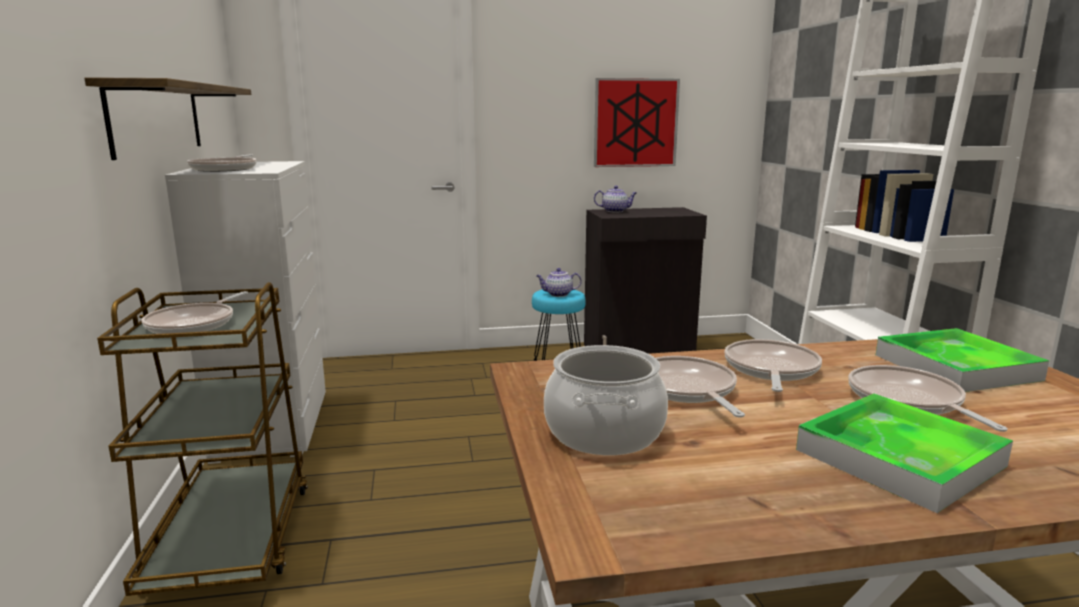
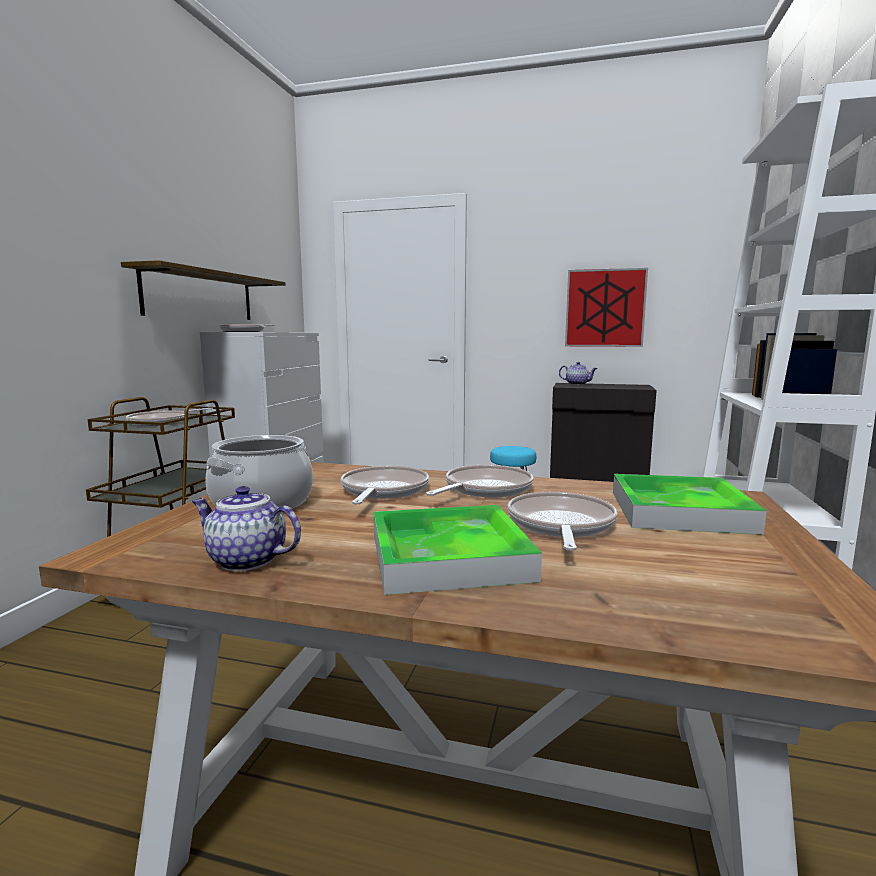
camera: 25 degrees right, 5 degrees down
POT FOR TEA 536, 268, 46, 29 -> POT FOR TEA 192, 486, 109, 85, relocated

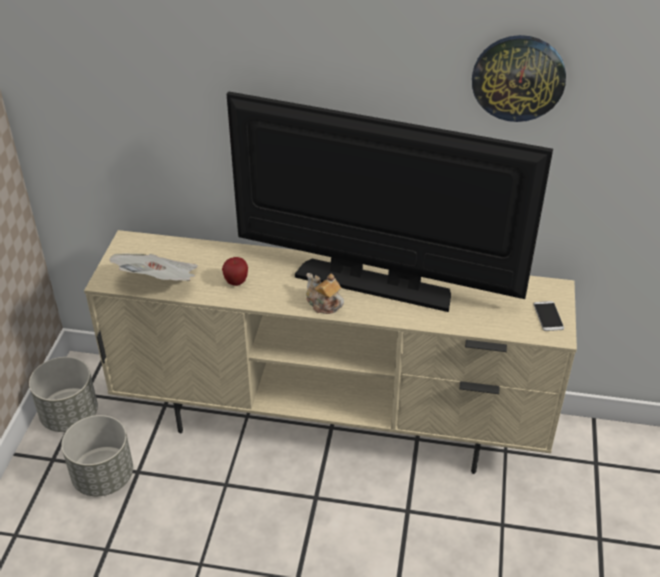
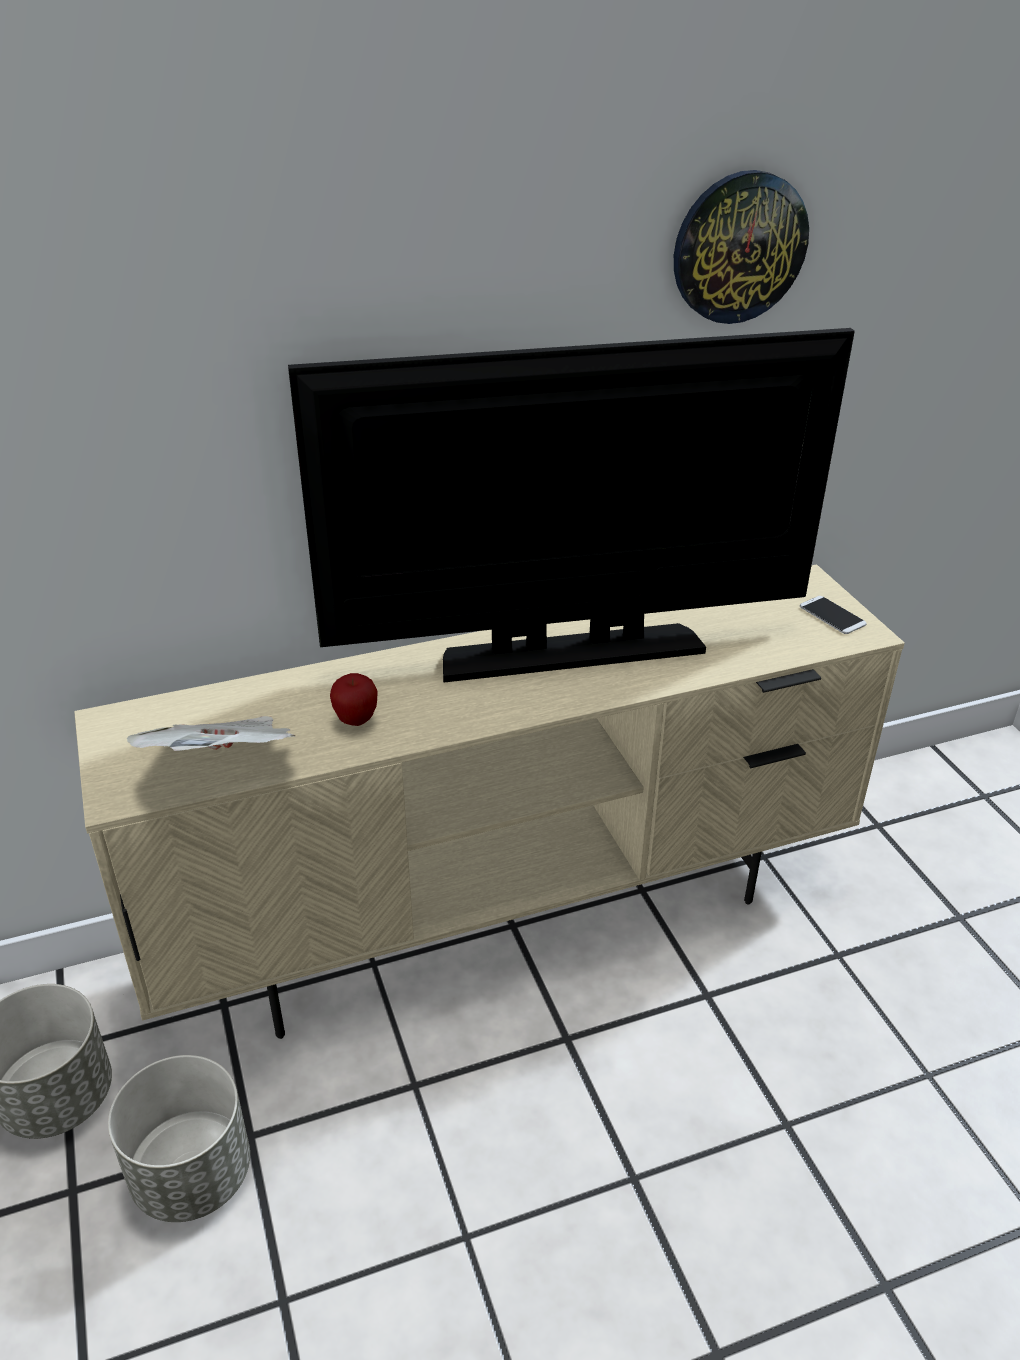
camera: 30 degrees left, 5 degrees down
POT FOR TEA 306, 273, 38, 41 -> none

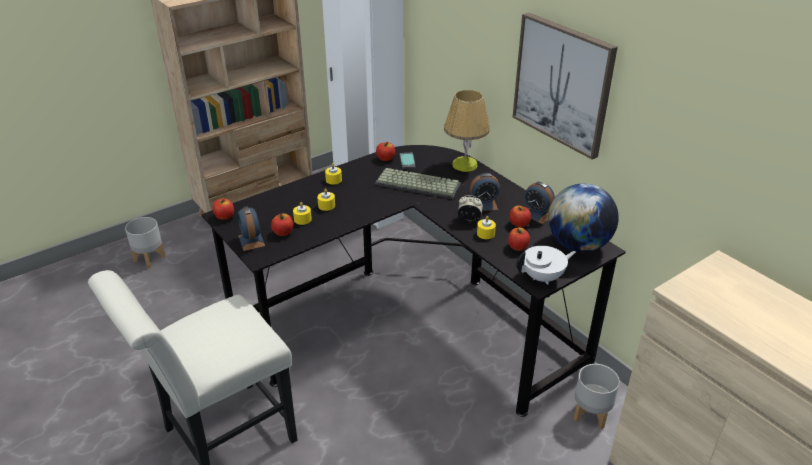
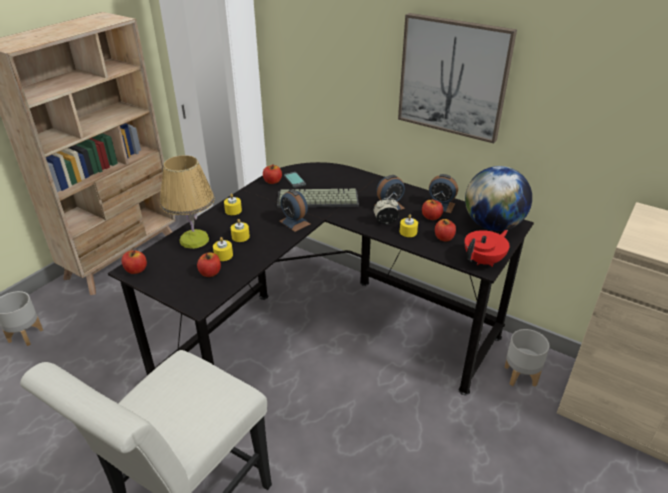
camera: 20 degrees left, 0 degrees up
TABLE CLOCK 238, 206, 27, 45 -> TABLE CLOCK 280, 189, 30, 43, relocated
TABLE LAMP 444, 90, 46, 82 -> TABLE LAMP 160, 155, 55, 94, relocated
WHITISH POT FOR TEA 516, 246, 60, 39 -> RED POT FOR TEA 465, 230, 45, 37

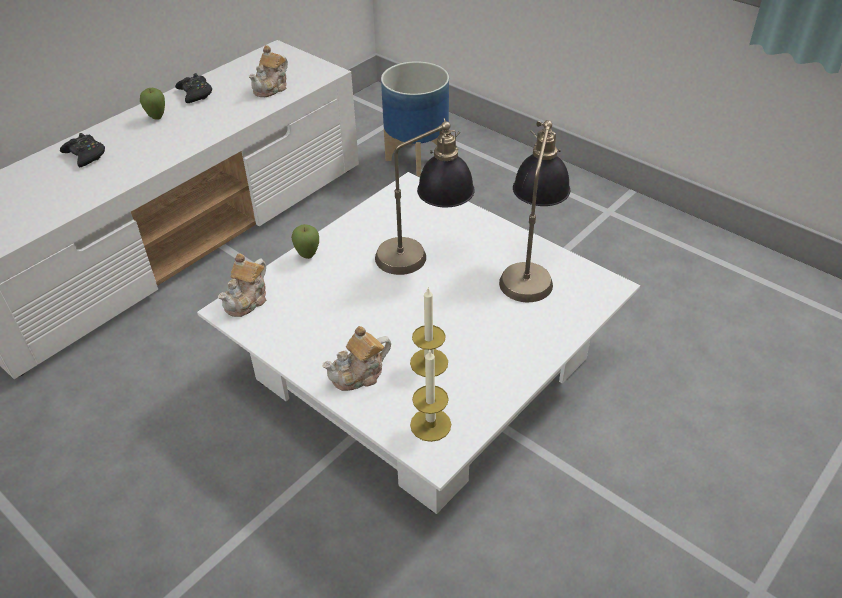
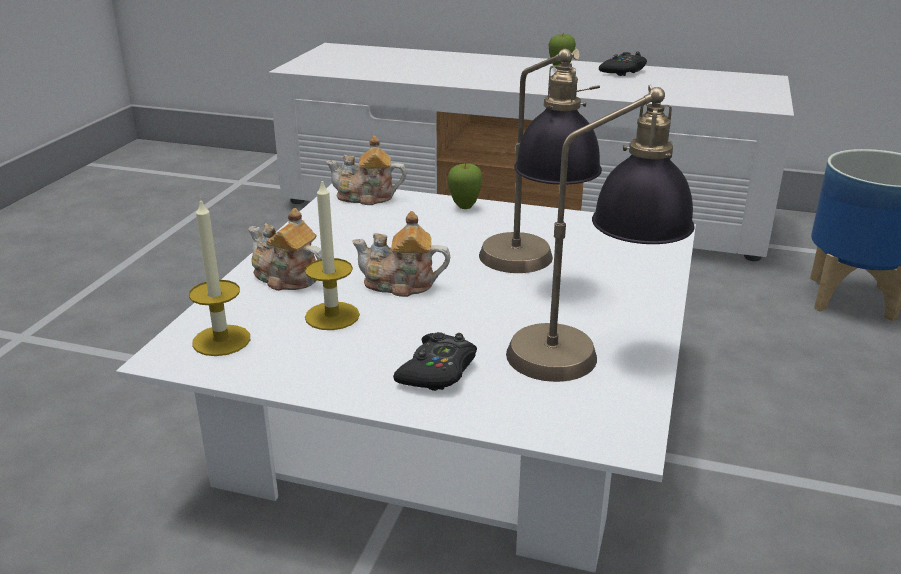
camera: 65 degrees right, 15 degrees down
BLACKISH GAMEPAD 60, 133, 45, 34 -> BLACKISH GAMEPAD 393, 332, 84, 59, relocated
POT FOR TEA 248, 45, 40, 52 -> POT FOR TEA 352, 211, 98, 86, relocated

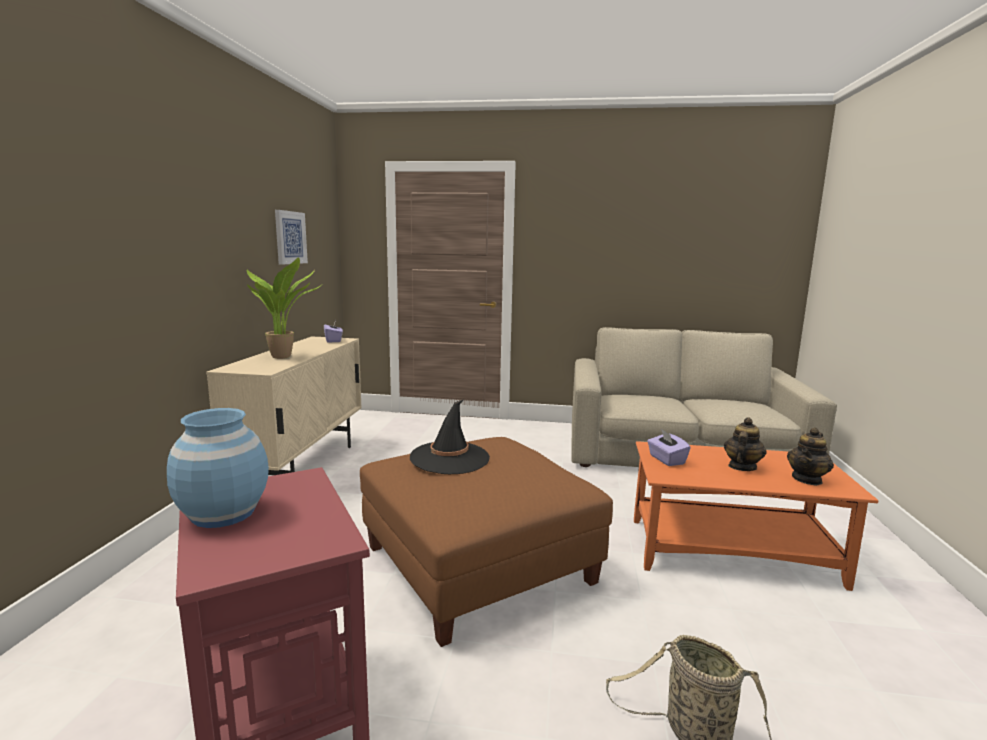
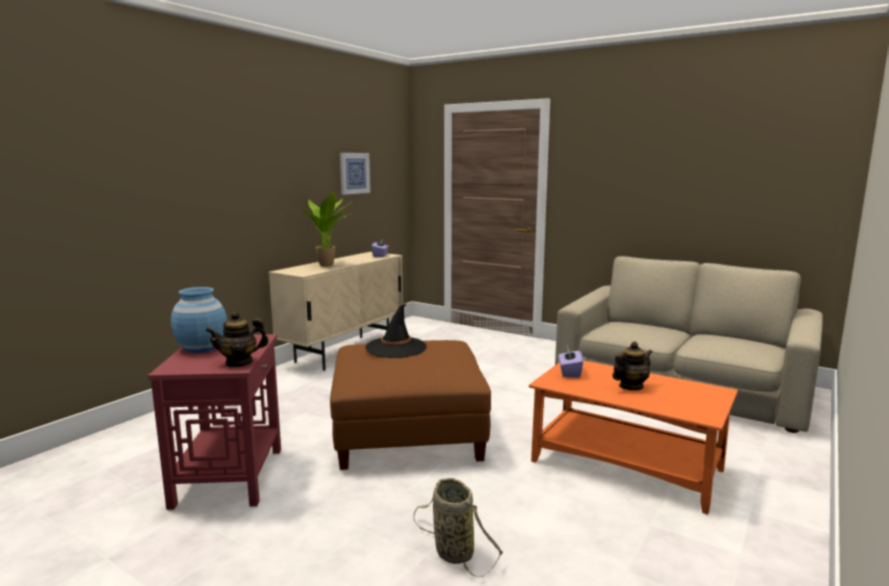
camera: 25 degrees right, 0 degrees up
POT FOR TEA 787, 427, 47, 59 -> POT FOR TEA 206, 311, 63, 56, relocated

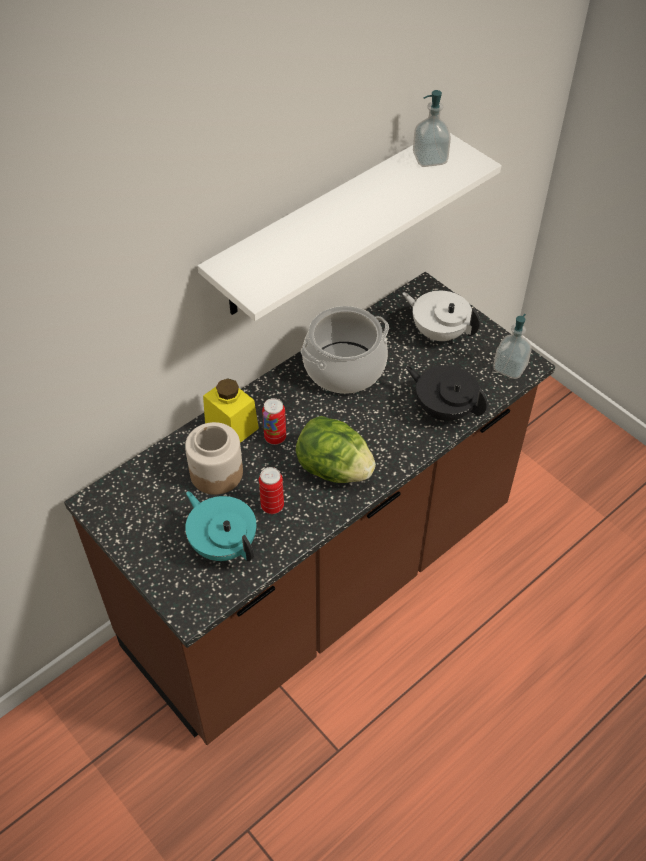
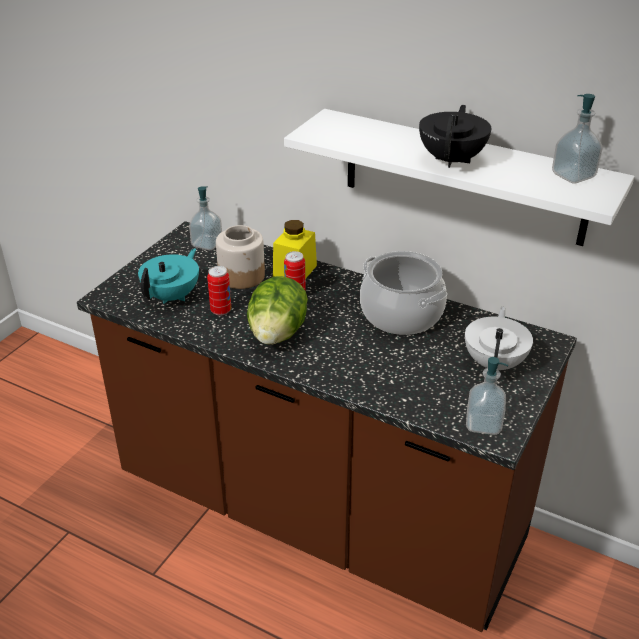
camera: 70 degrees right, 15 degrees down
BLACKISH POT FOR TEA 406, 365, 82, 56 -> BLACKISH POT FOR TEA 419, 105, 72, 63, relocated
none -> LIQUID SOAP BOTTLE 189, 186, 33, 64

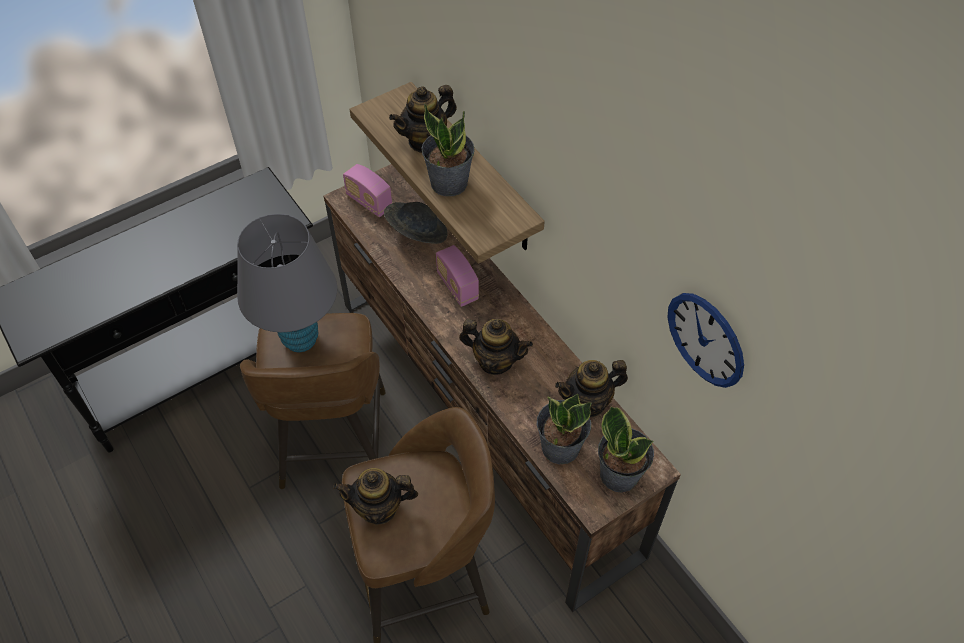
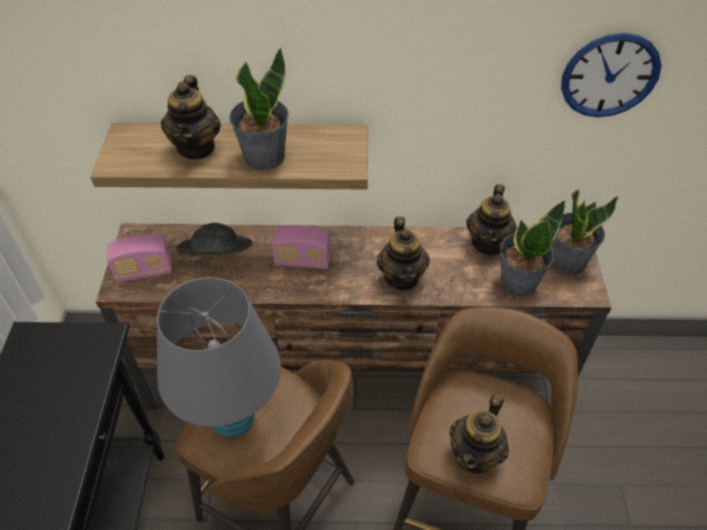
camera: 55 degrees left, 5 degrees down
POT FOR TEA 459, 319, 74, 56 -> POT FOR TEA 377, 217, 53, 74, 120 degrees clockwise

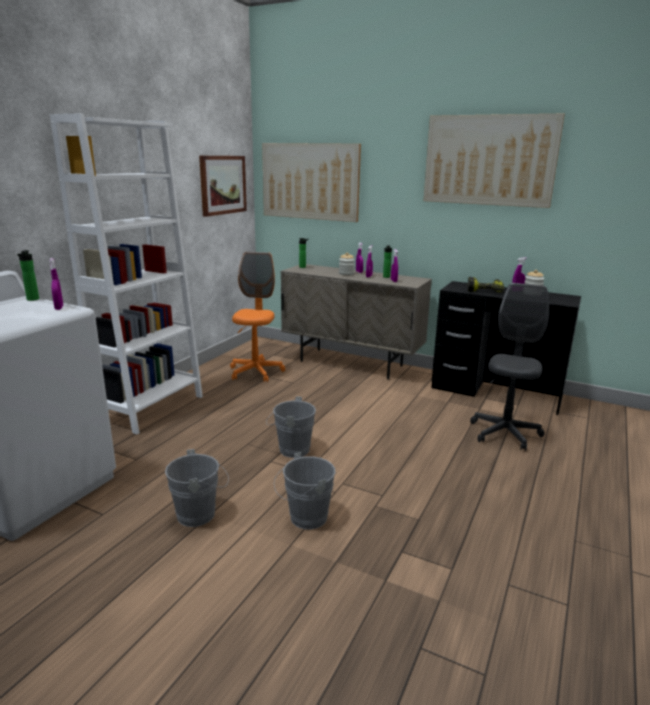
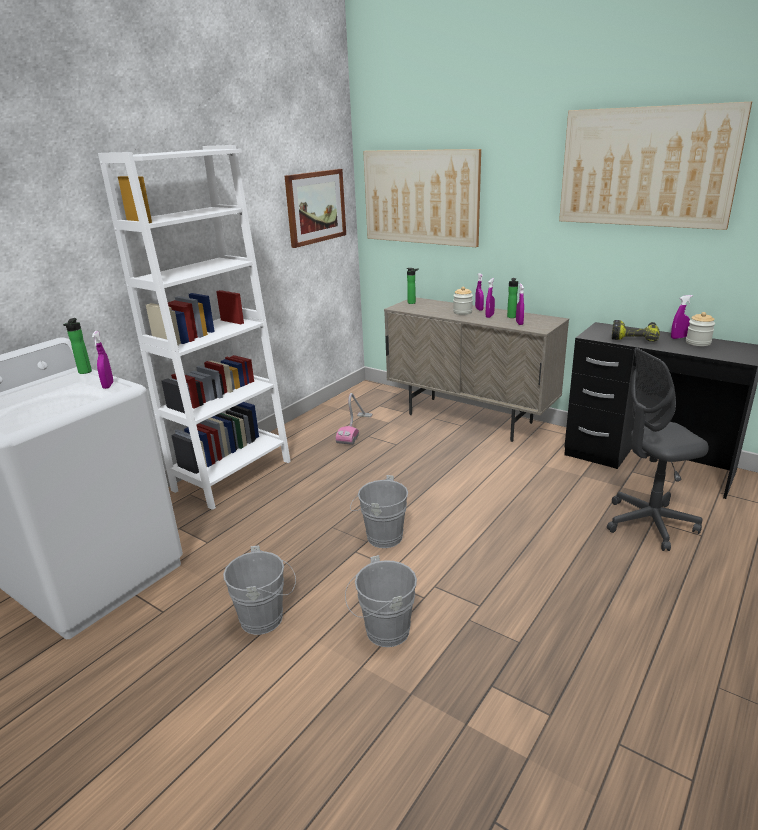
camera: 10 degrees right, 5 degrees up
ORANGE DESK CHAIR 230, 252, 55, 130 -> VACUUM CLEANER 336, 393, 37, 52
GREY DESK CHAIR 470, 283, 79, 168 -> GREY DESK CHAIR 607, 348, 102, 203, 135 degrees counterclockwise

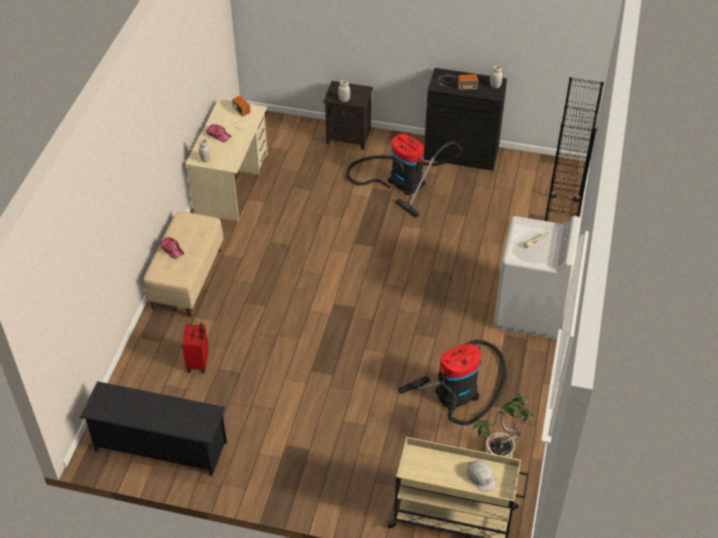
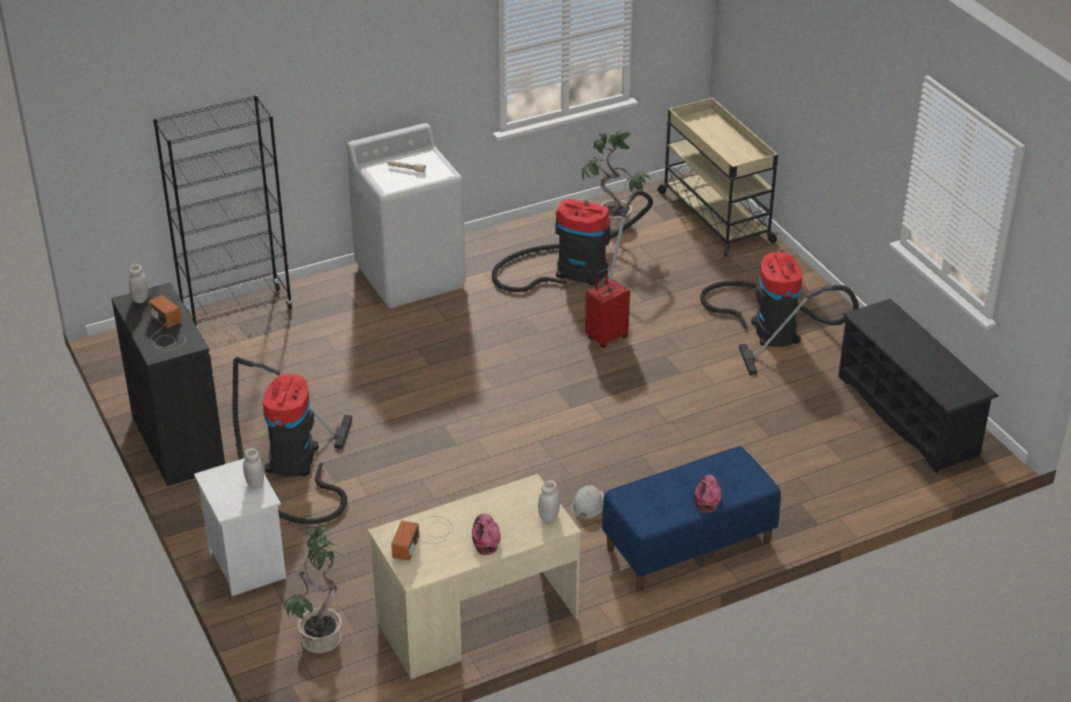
camera: 130 degrees left, 10 degrees down
BEIGE-COLOURED LONG SEAT 143, 211, 80, 106 -> BLUE LONG SEAT 602, 446, 179, 144
RED PIECE OF LUGGAGE 182, 323, 27, 50 -> RED PIECE OF LUGGAGE 585, 269, 45, 79, relocated
BLACKISH BEDSIDE TABLE 323, 81, 50, 69 -> WHITISH BEDSIDE TABLE 194, 458, 92, 138
WHITISH SAFETY HELMET 466, 461, 31, 31 -> WHITISH SAFETY HELMET 572, 485, 32, 35, relocated
none -> PLANT IN A POT 284, 526, 59, 127
none -> VACUUM CLEANER 700, 252, 159, 123

